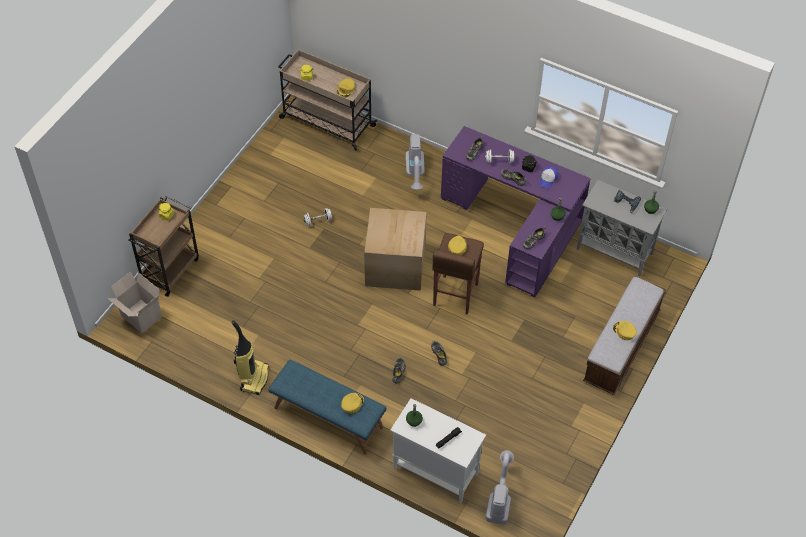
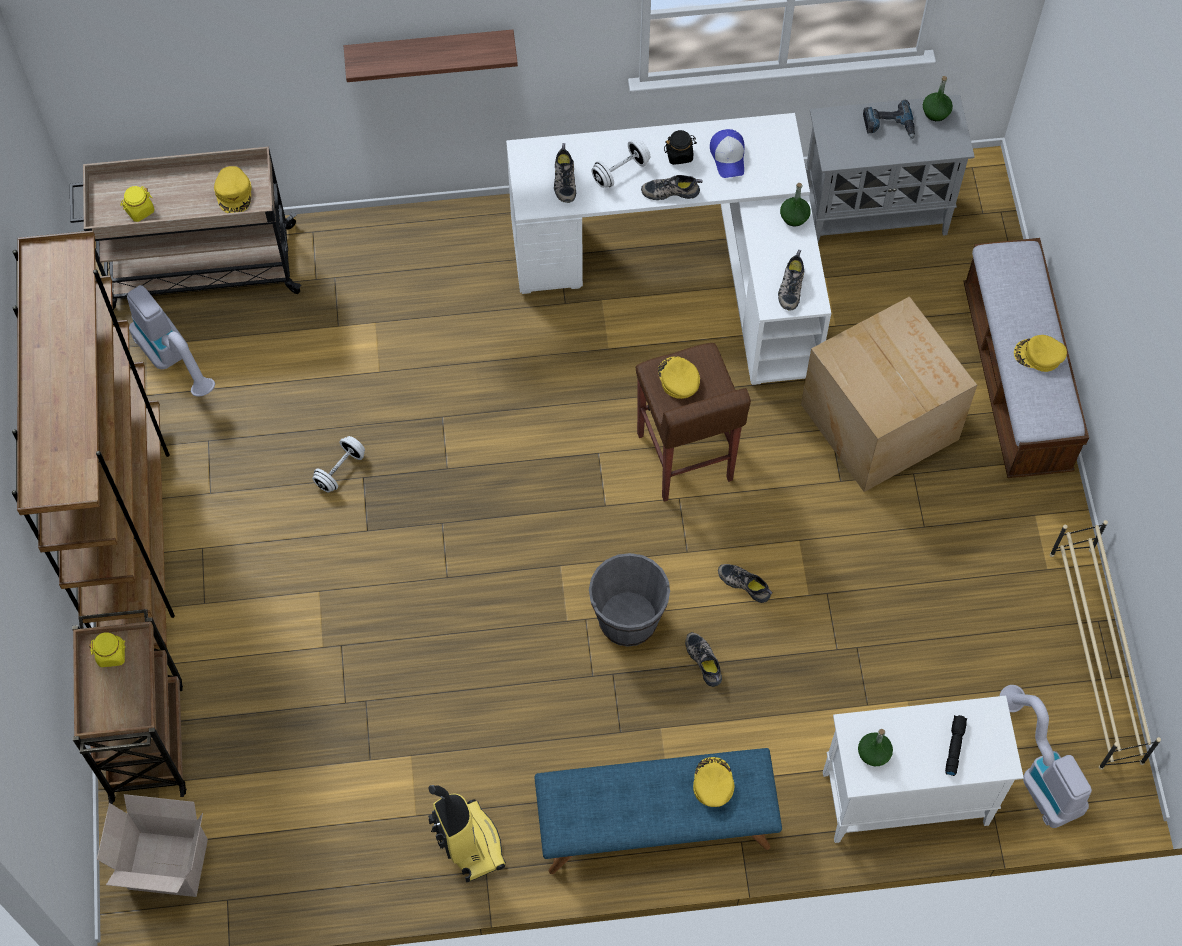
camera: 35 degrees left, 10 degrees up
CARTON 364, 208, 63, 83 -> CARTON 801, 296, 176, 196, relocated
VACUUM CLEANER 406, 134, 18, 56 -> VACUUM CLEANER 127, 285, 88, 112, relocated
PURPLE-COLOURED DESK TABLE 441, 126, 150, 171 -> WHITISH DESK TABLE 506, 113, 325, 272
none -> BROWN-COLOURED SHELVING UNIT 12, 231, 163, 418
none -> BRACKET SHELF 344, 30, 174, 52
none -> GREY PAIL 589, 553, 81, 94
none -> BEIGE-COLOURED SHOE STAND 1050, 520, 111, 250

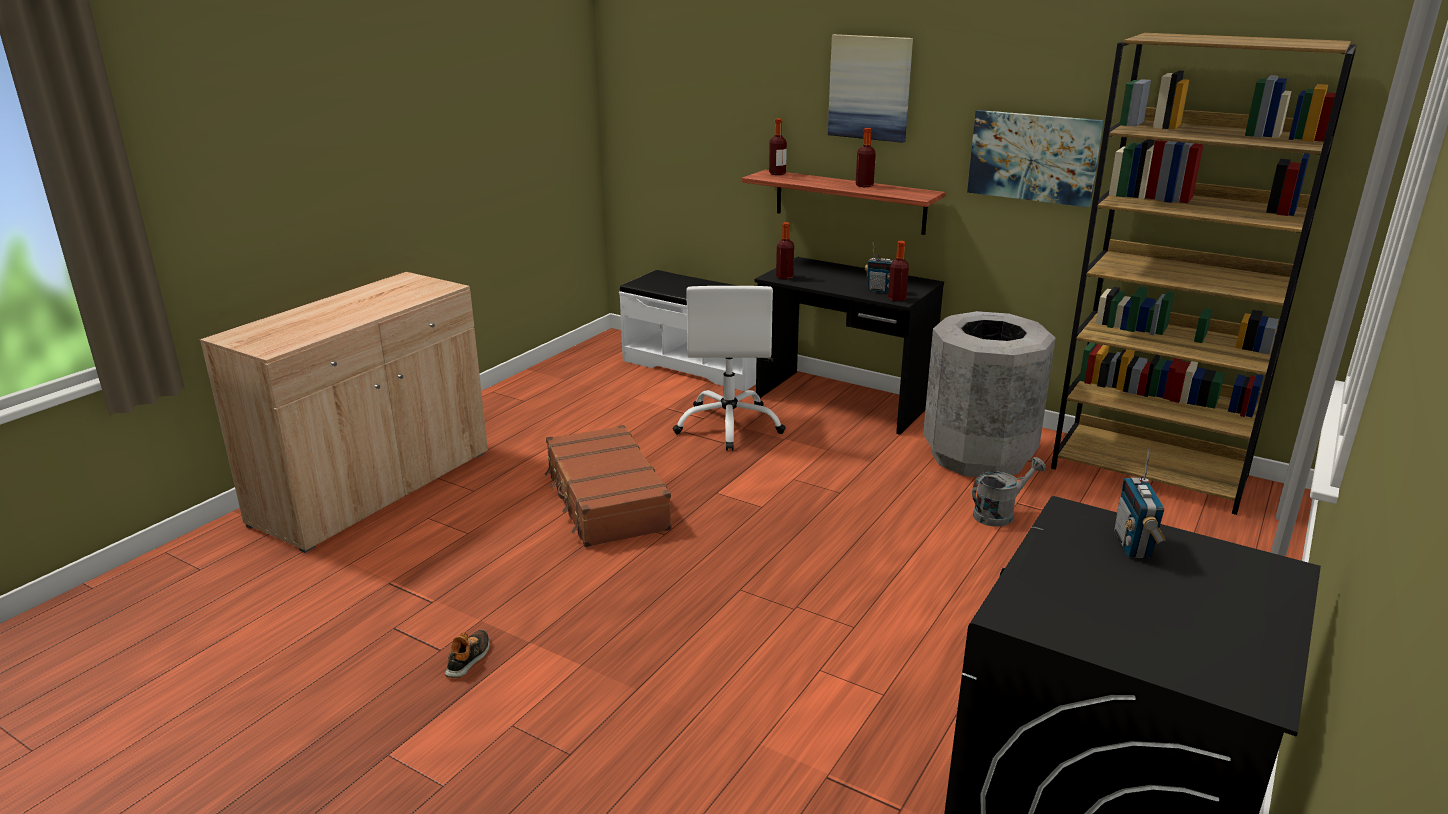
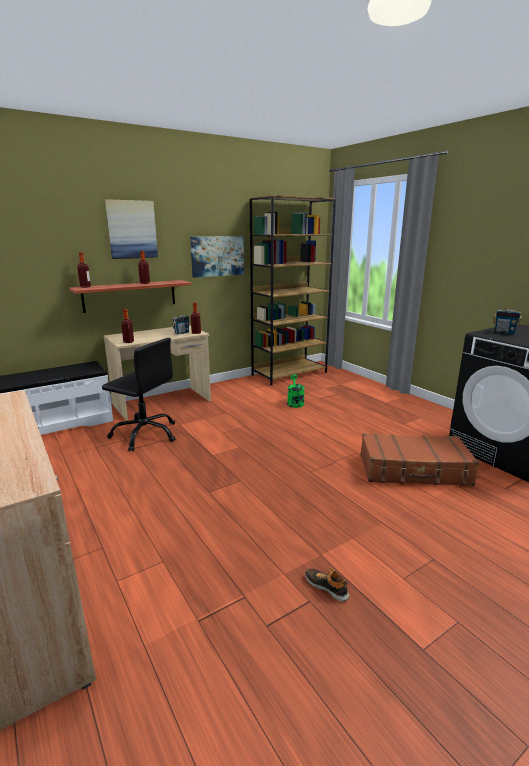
camera: 65 degrees left, 5 degrees down
BROWN-COLOURED PIECE OF LUGGAGE 545, 425, 127, 122 -> BROWN-COLOURED PIECE OF LUGGAGE 361, 433, 118, 53, relocated
WHITISH DESK CHAIR 673, 286, 113, 165 -> BLACKISH DESK CHAIR 102, 338, 74, 113
BLACKISH DESK TABLE 755, 257, 189, 178 -> BEIGE-COLOURED DESK TABLE 103, 325, 108, 95
GREY TRASH CAN 923, 311, 133, 166 -> none
GREY WATERING CAN 972, 457, 74, 70 -> GREEN WATERING CAN 287, 374, 18, 34

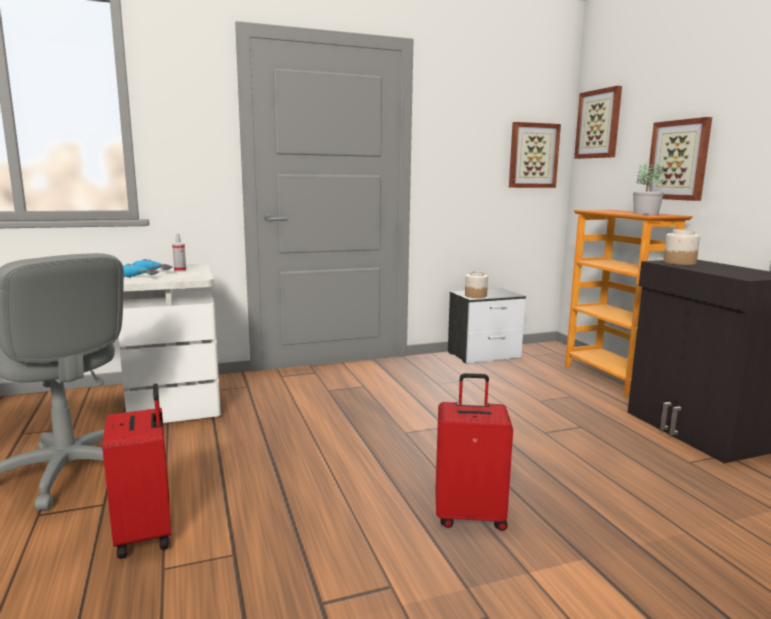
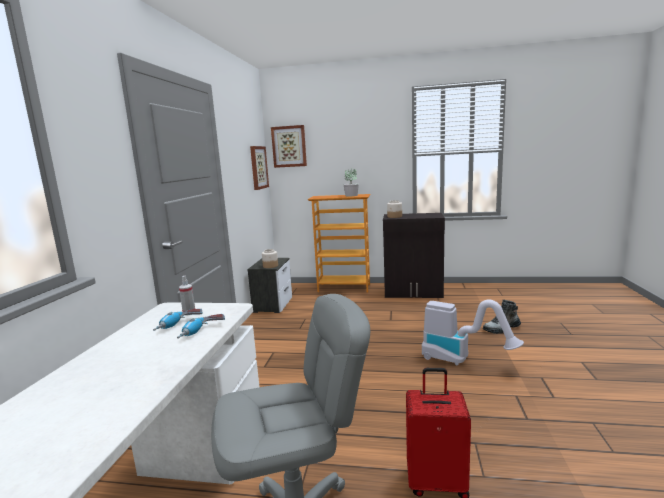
camera: 60 degrees left, 0 degrees up
RED PIECE OF LUGGAGE 436, 373, 77, 158 -> VACUUM CLEANER 422, 300, 102, 65
PICTURE 646, 117, 66, 84 -> none
none -> HIGH-TOP BOOT 483, 300, 38, 34

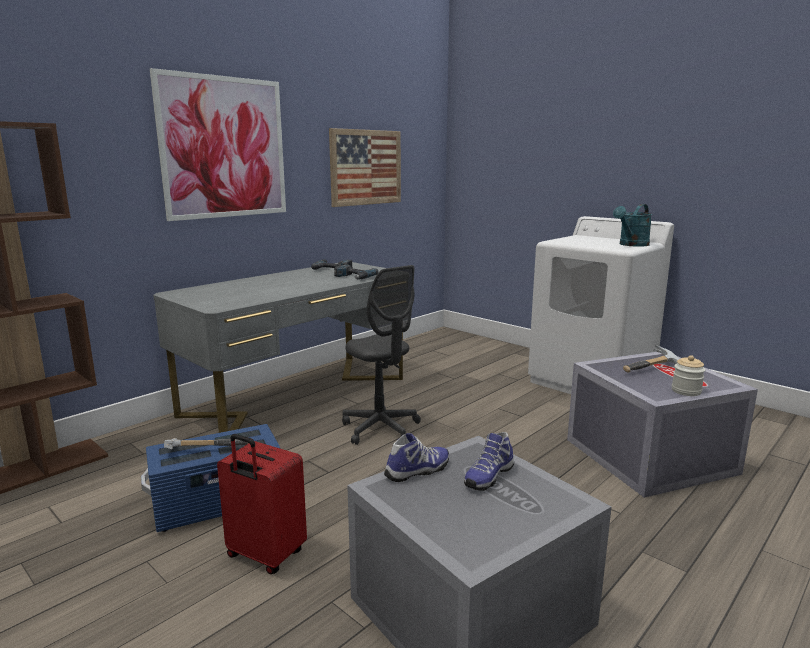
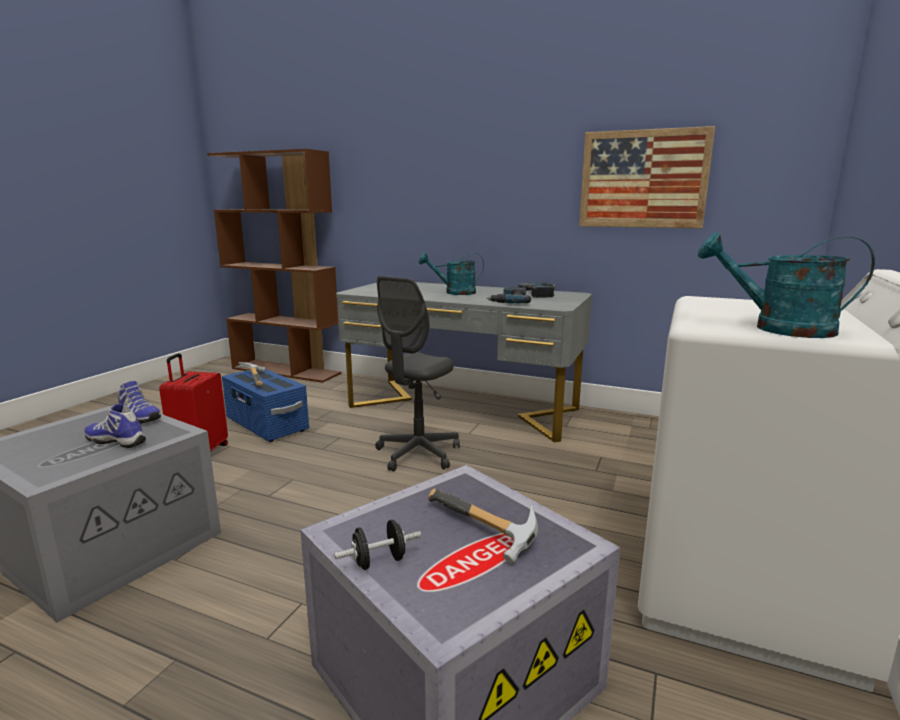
camera: 70 degrees right, 0 degrees up
PICTURE 150, 68, 136, 153 -> none
JAR 672, 355, 33, 41 -> BLACKISH FREE WEIGHT 334, 520, 87, 50
none -> TURQUOISE WATERING CAN 419, 252, 65, 43

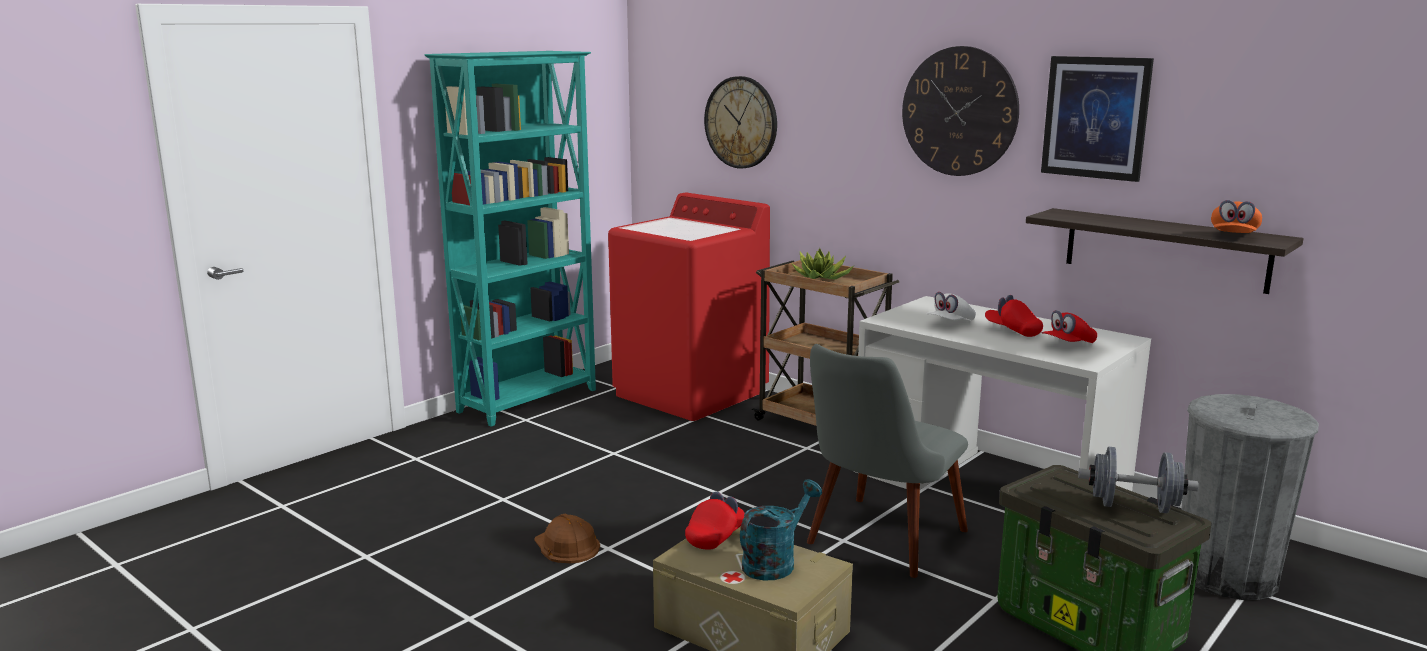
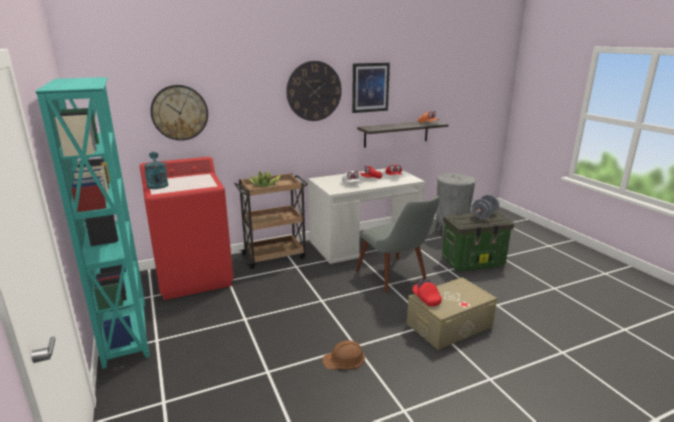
camera: 65 degrees left, 5 degrees up
TURQUOISE WATERING CAN 740, 479, 82, 102 -> TURQUOISE WATERING CAN 144, 152, 24, 37, relocated

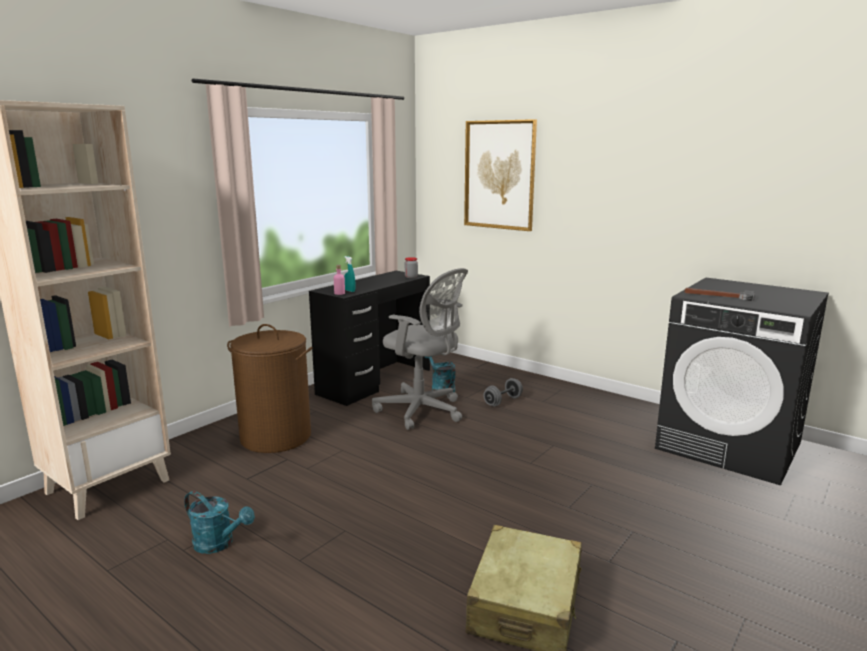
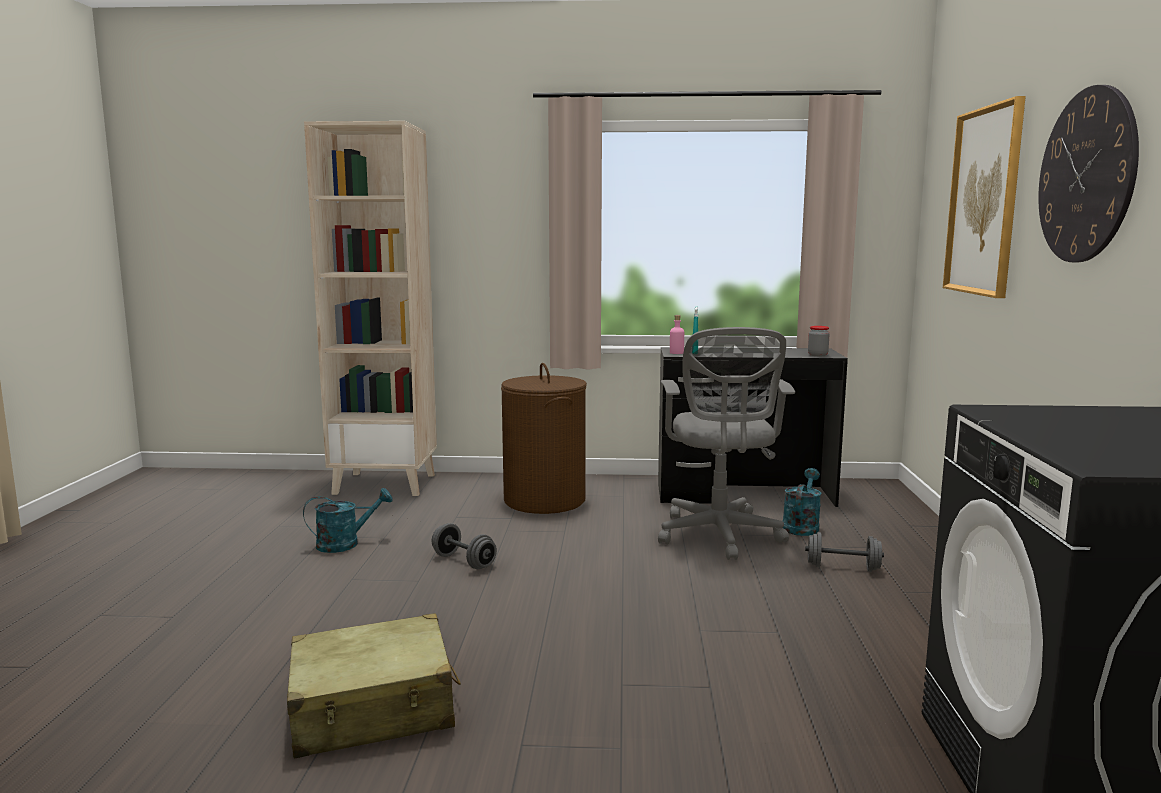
camera: 55 degrees right, 5 degrees down
TURQUOISE WATERING CAN 184, 491, 71, 63 -> TURQUOISE WATERING CAN 303, 488, 90, 65, 105 degrees counterclockwise
TOOL HAMMER 685, 288, 70, 13 -> none
none -> GREY FREE WEIGHT 432, 523, 65, 46
none -> CLOCK ON THE WALL 1038, 85, 101, 177

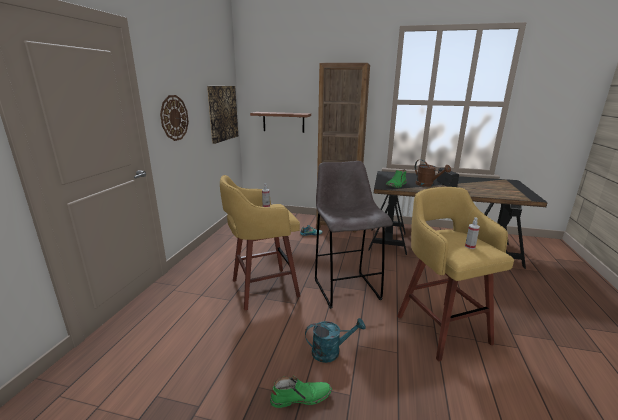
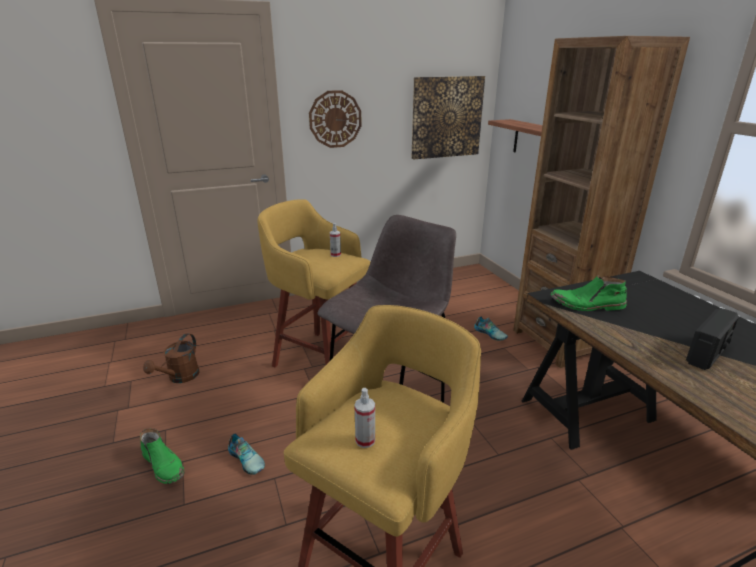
camera: 55 degrees right, 5 degrees up
TURQUOISE WATERING CAN 305, 318, 61, 45 -> LOW SHOE 228, 434, 37, 41
BROWN-COLOURED WATERING CAN 415, 160, 36, 27 -> BROWN-COLOURED WATERING CAN 143, 333, 56, 50, relocated

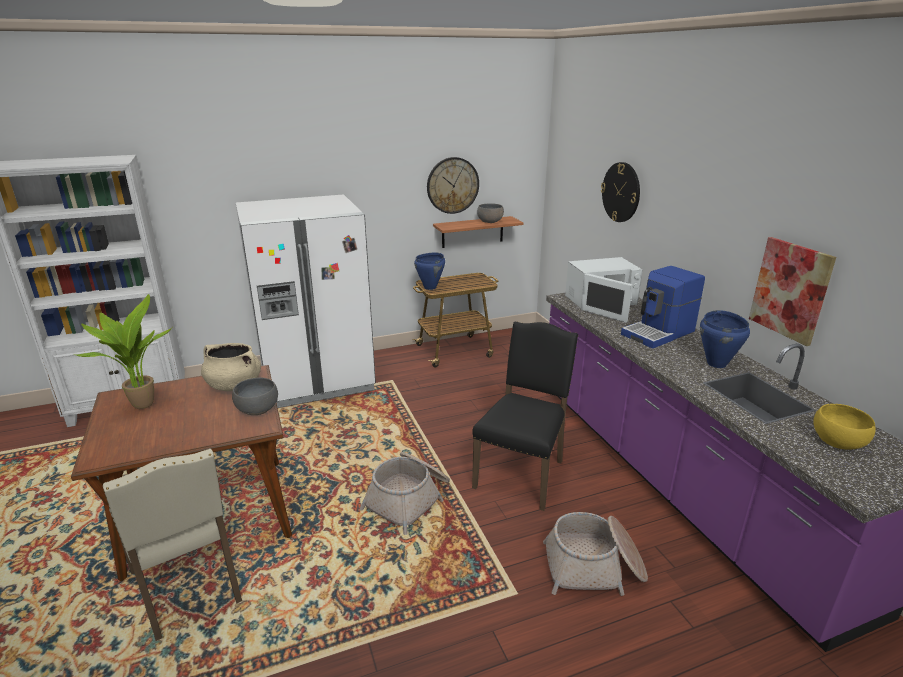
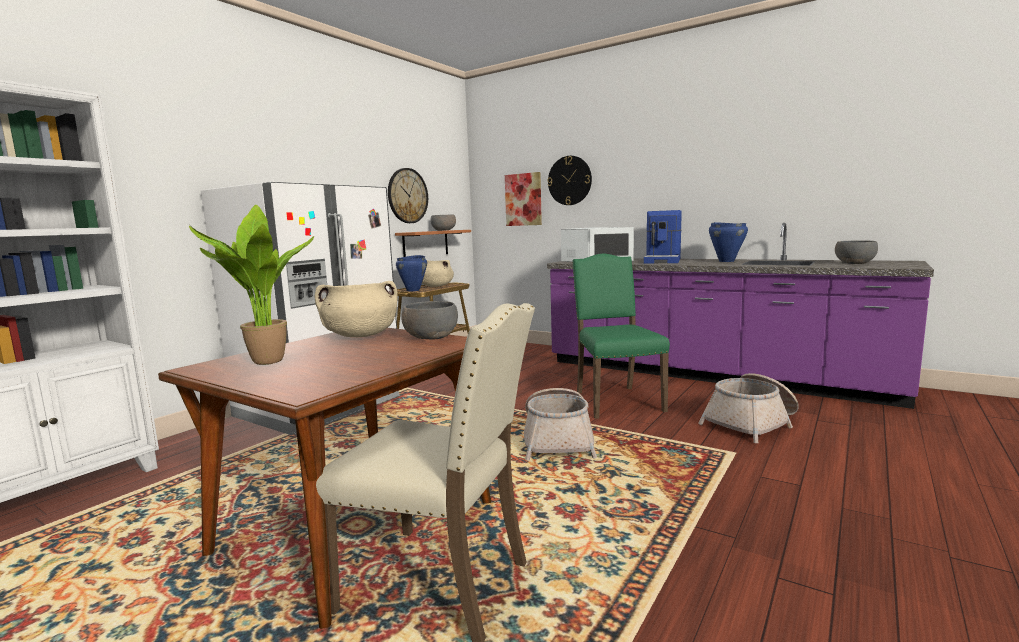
camera: 35 degrees left, 15 degrees down
BLACKISH CHAIR 472, 322, 106, 189 -> GREEN CHAIR 572, 254, 98, 165
PICTURE 749, 237, 87, 109 -> PICTURE 505, 172, 37, 54, relocated
YELLOW-COLOURED SERVING BOWL 814, 404, 62, 46 -> GREY SERVING BOWL 835, 241, 43, 23
none -> BEIGE-COLOURED STOCKPOT 422, 260, 32, 27

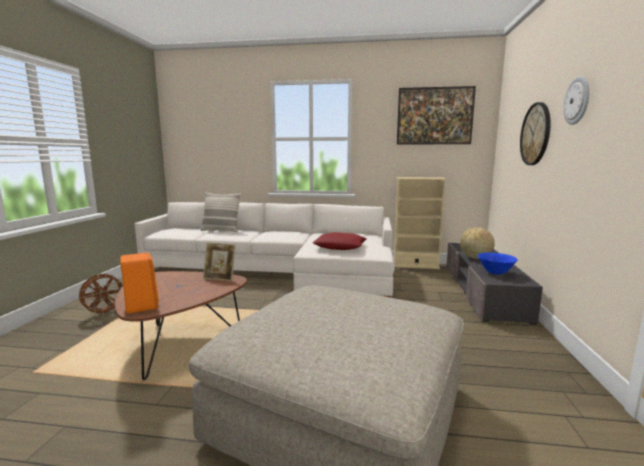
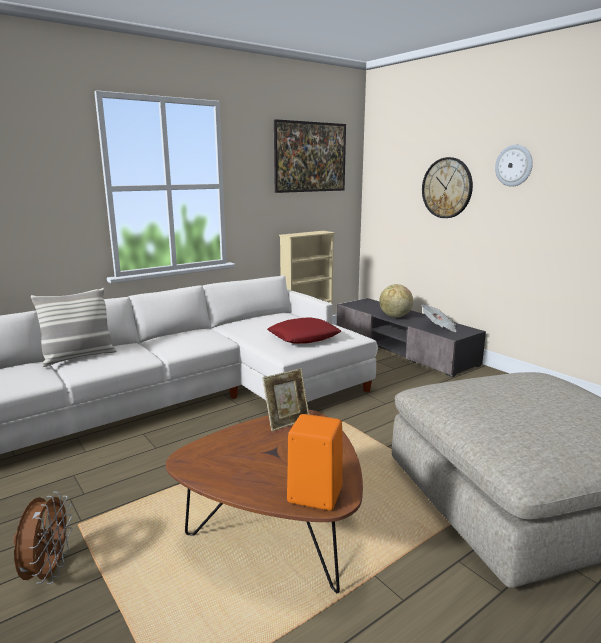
camera: 45 degrees left, 5 degrees up
BLUE SERVING BOWL 478, 252, 40, 23 -> NEWSPAPER 421, 305, 35, 27

